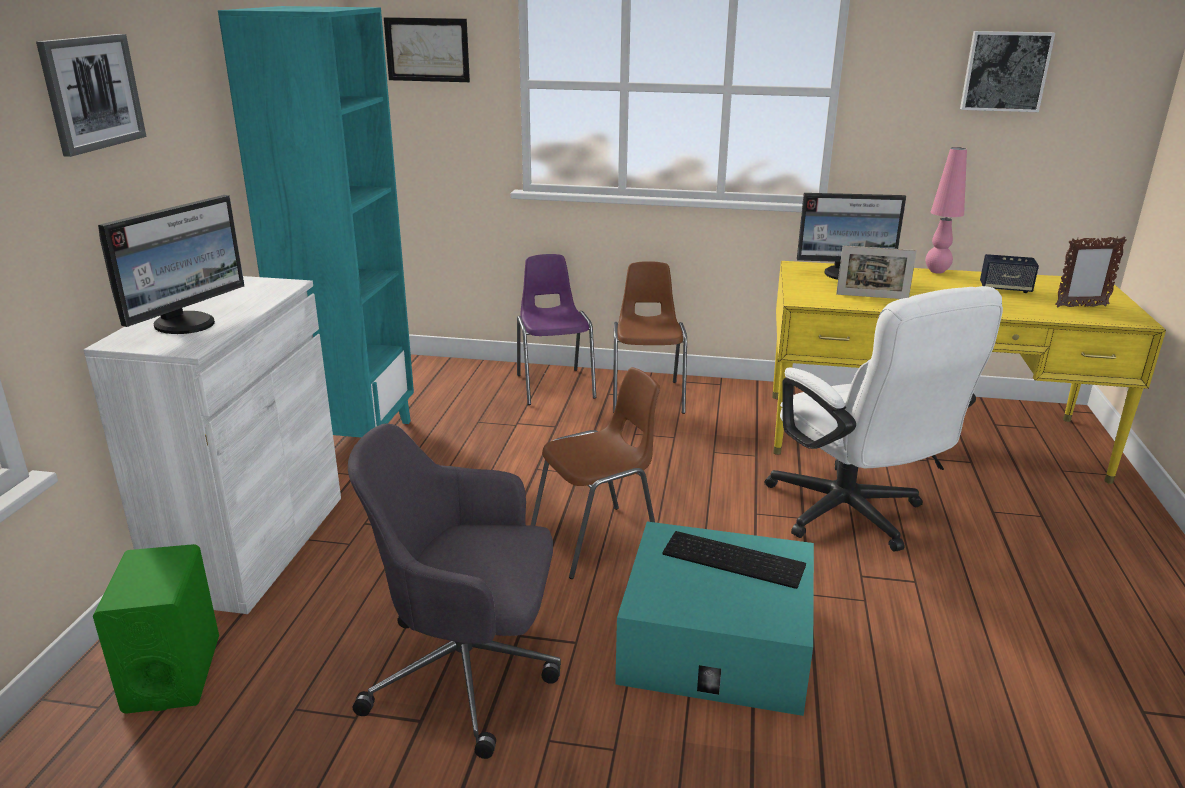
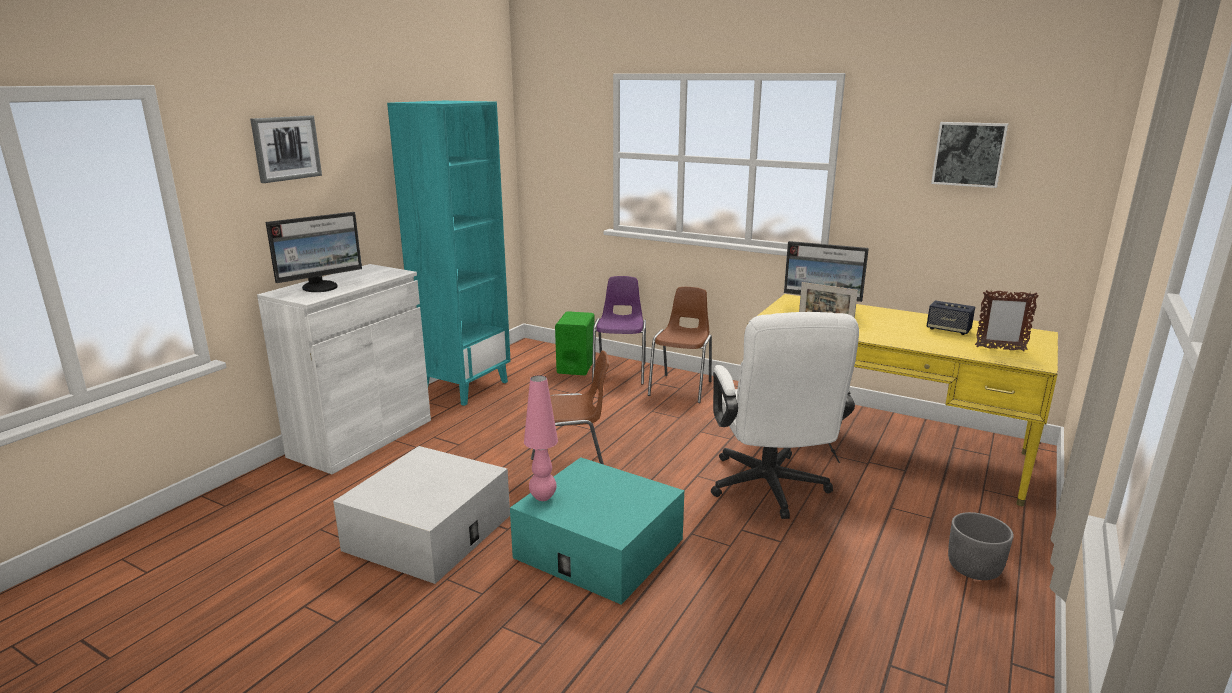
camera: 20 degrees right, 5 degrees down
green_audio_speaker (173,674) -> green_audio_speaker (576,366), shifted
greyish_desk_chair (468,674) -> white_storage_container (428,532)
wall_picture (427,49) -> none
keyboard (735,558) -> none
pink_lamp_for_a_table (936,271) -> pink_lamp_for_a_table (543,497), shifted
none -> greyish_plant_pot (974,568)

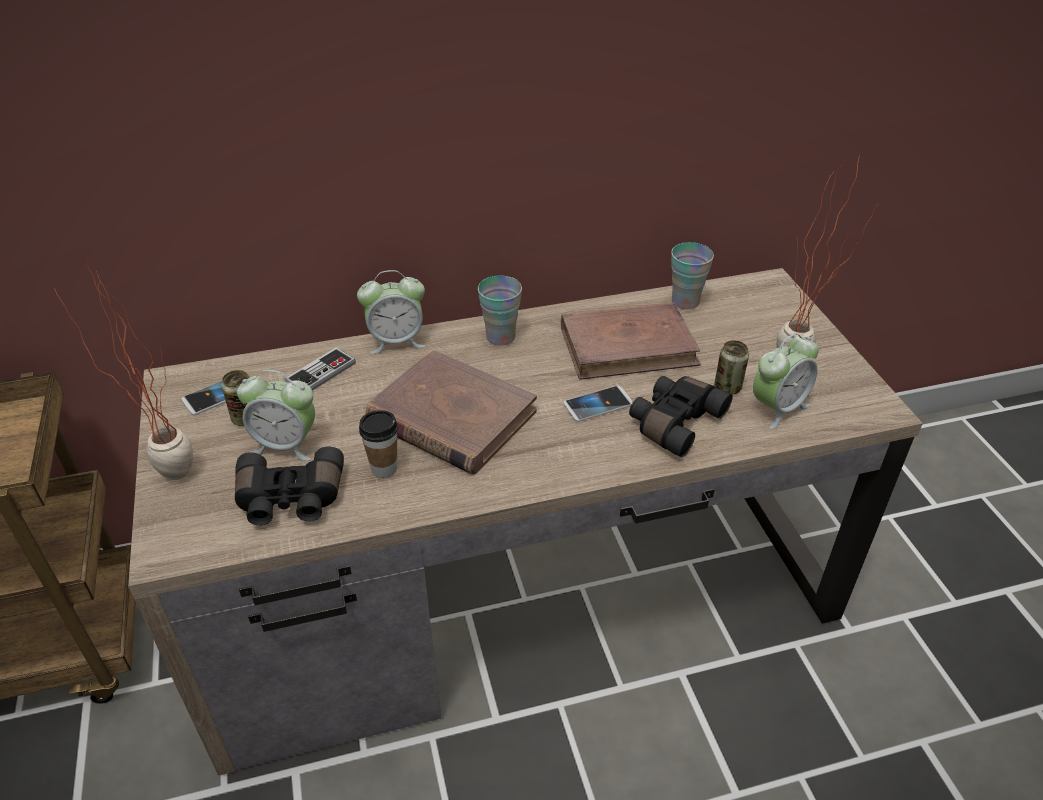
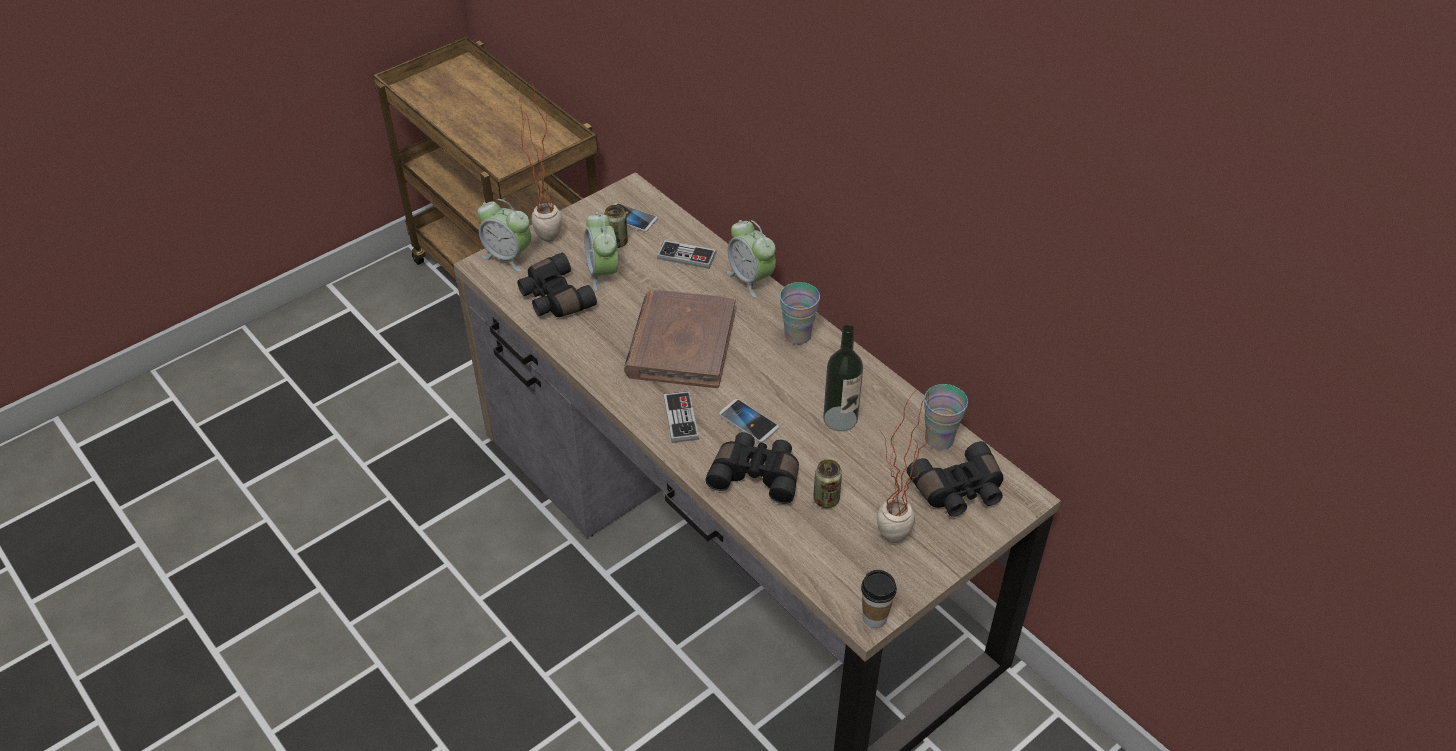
camera: 65 degrees right, 5 degrees up
small_cup (384,468) -> small_cup (874,617), shifted
brown_book (628,346) -> beverage_bottle (840,418)
alarm_clock (777,408) -> alarm_clock (508,257), shifted
none -> gamepad (680,418)
none -> black-coloured_pair_of_binoculars (959,491)

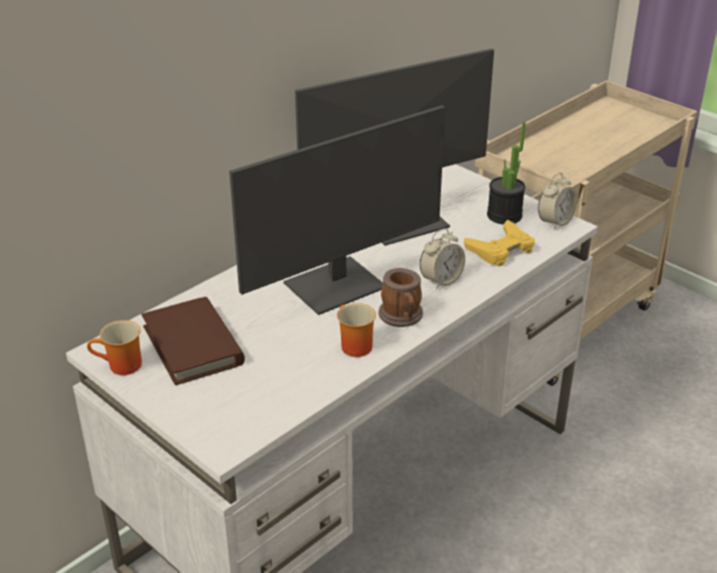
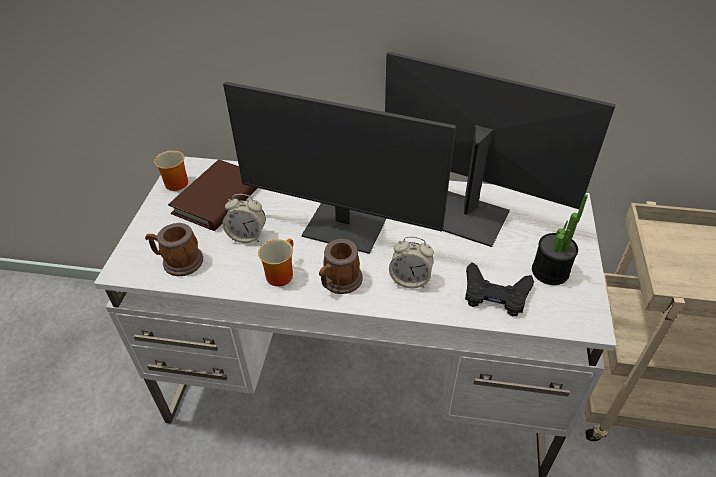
camera: 55 degrees right, 10 degrees up
yellow_gamepad (501,249) -> black-coloured_gamepad (495,294)
alarm_clock (555,222) -> alarm_clock (247,236), shifted
none -> coffee_mug (178,262)

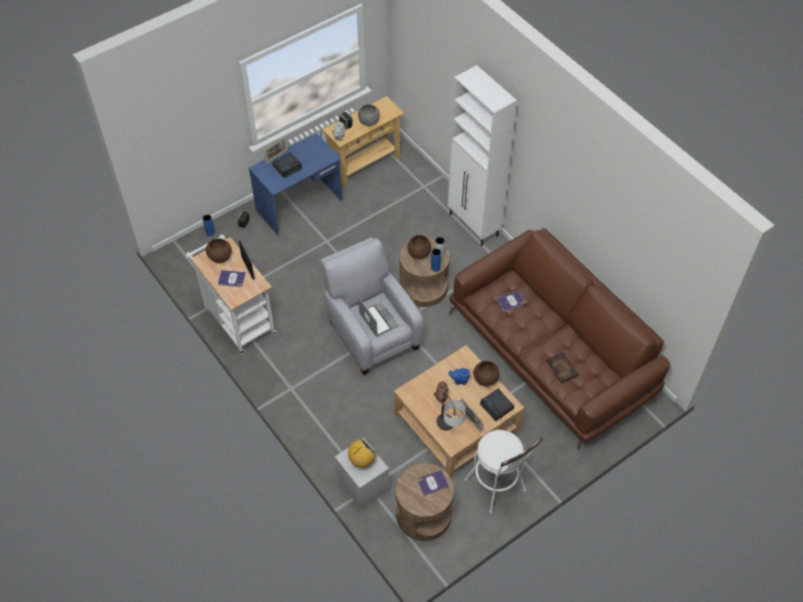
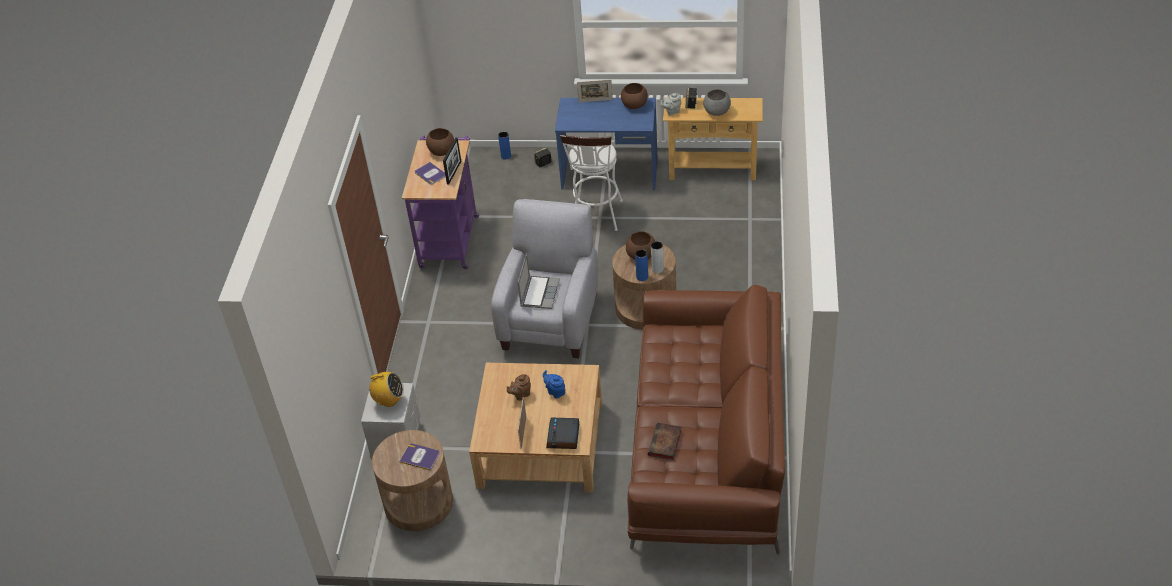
camera: 45 degrees right, 10 degrees down
white_cart (237,318) -> purplish_cart (449,238)
alarm_clock (287,167) -> none
lamp_for_a_table (449,429) -> none
white_storage_cabinet (474,225) -> none
white_stool_seat (498,488) -> white_stool_seat (596,218), shifted
brown_bowl (485,379) -> brown_bowl (634,106), shifted
book (510,301) -> none

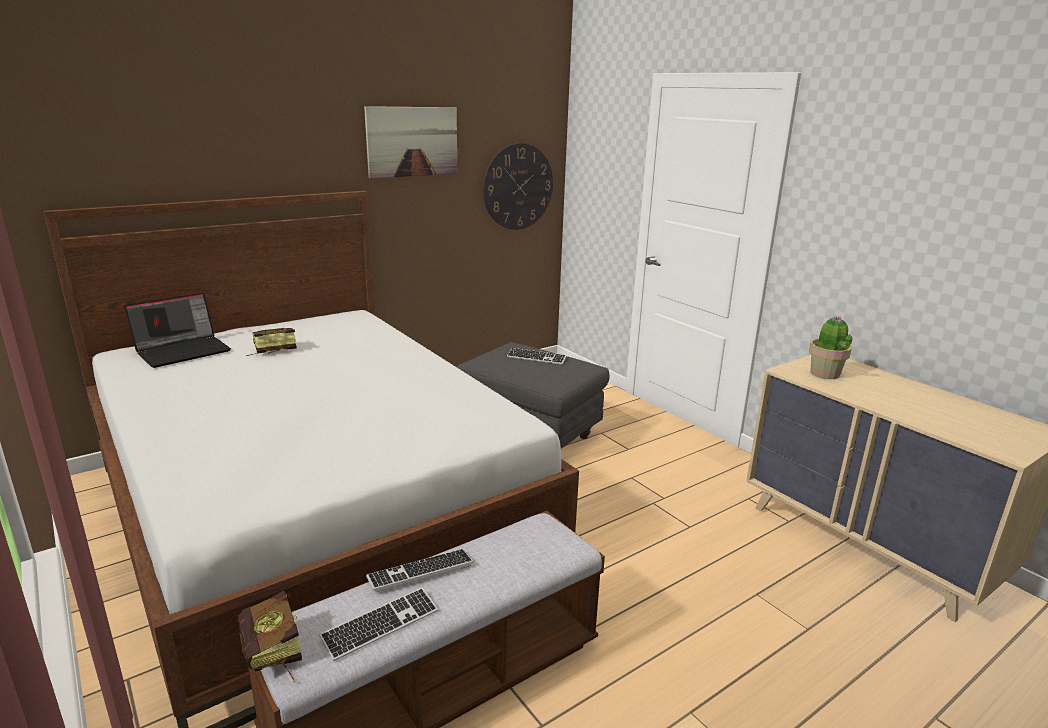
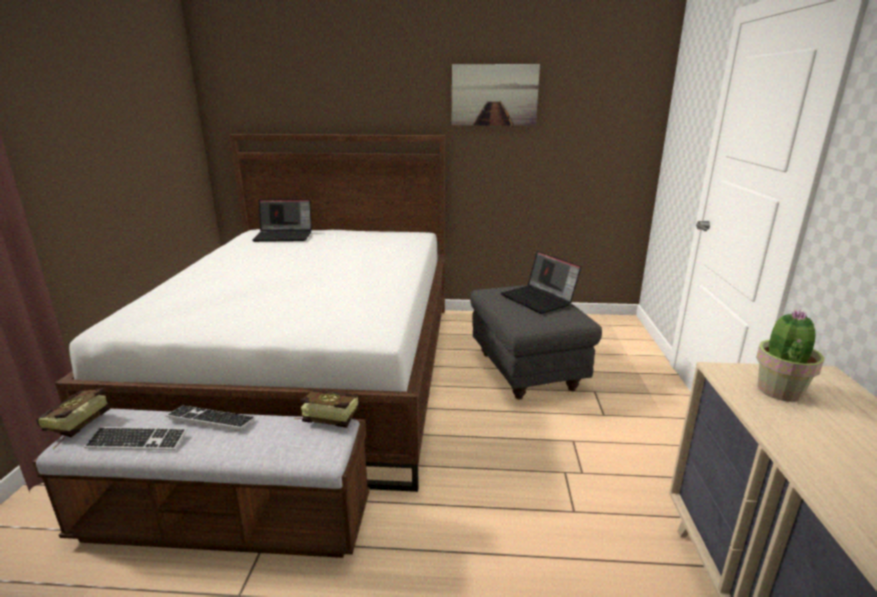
camera: 40 degrees right, 0 degrees up
book (270,350) -> book (325,418), shifted
hanging_clock (518,187) -> none
keyboard (536,358) -> laptop (539,299)

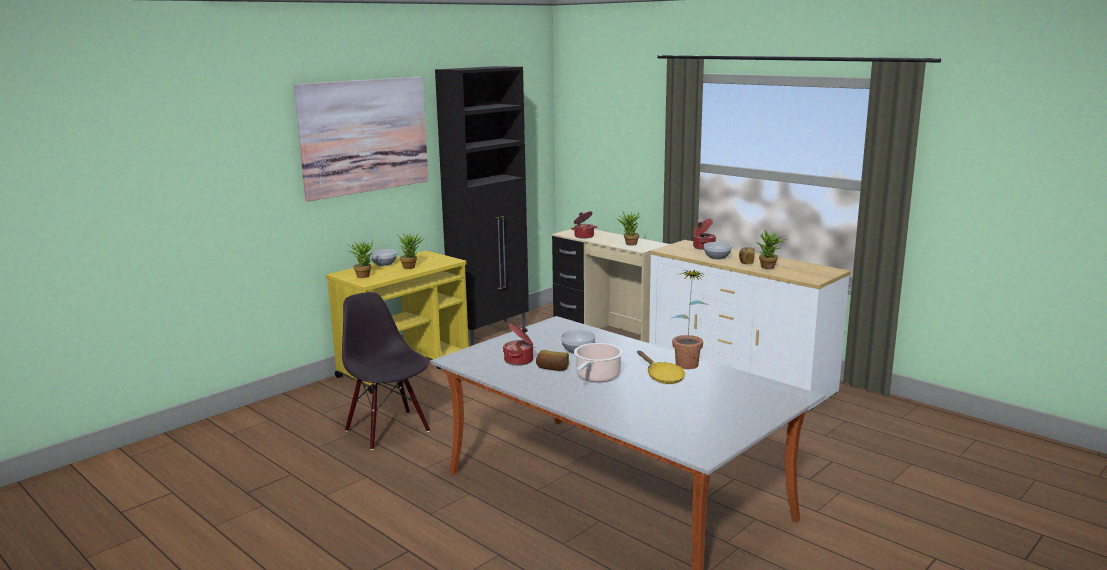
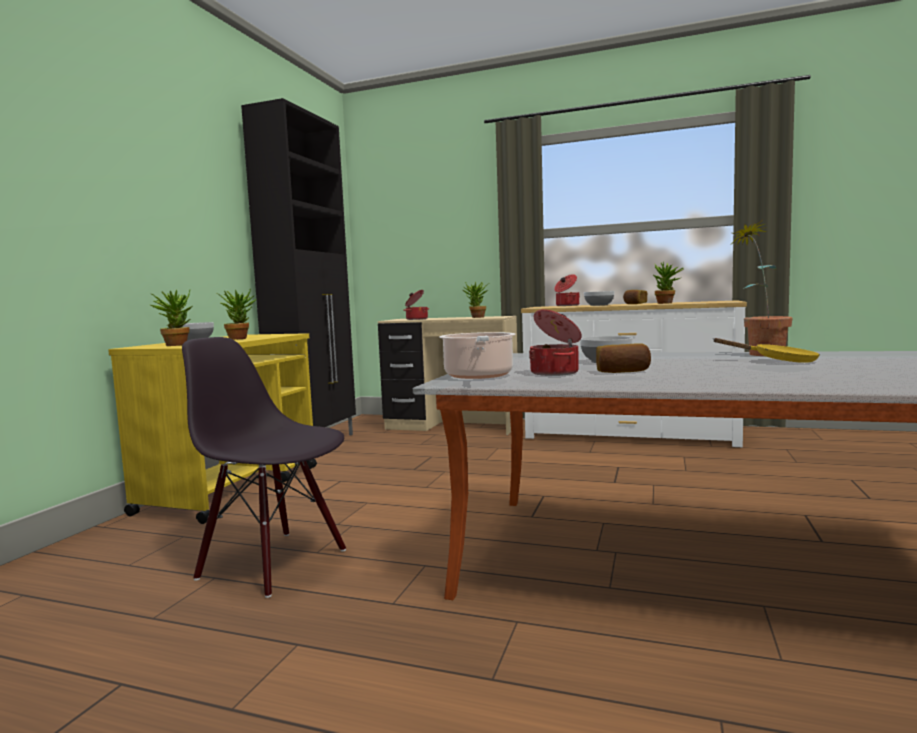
camera: 25 degrees left, 10 degrees down
wall_picture (364,136) -> none
stockpot (597,377) -> stockpot (479,376), shifted

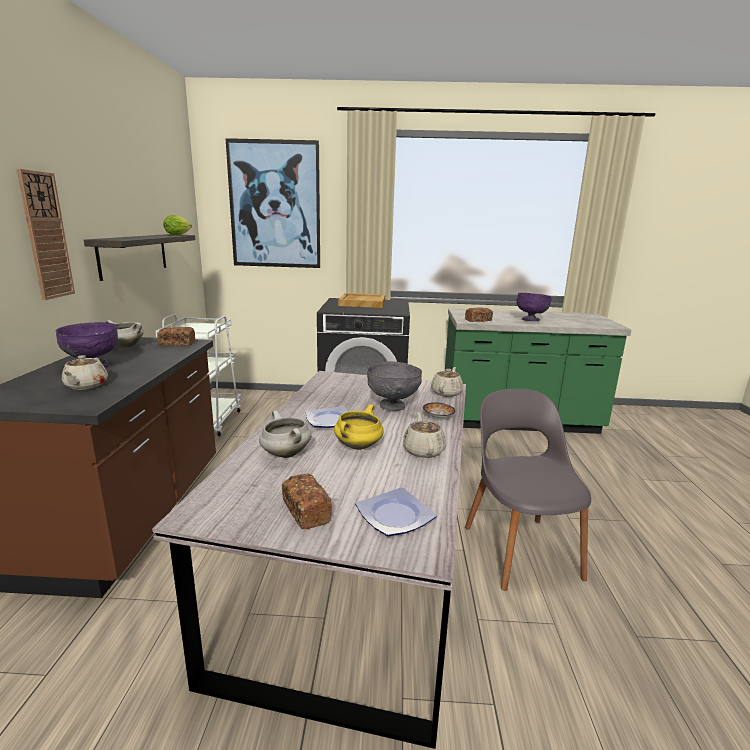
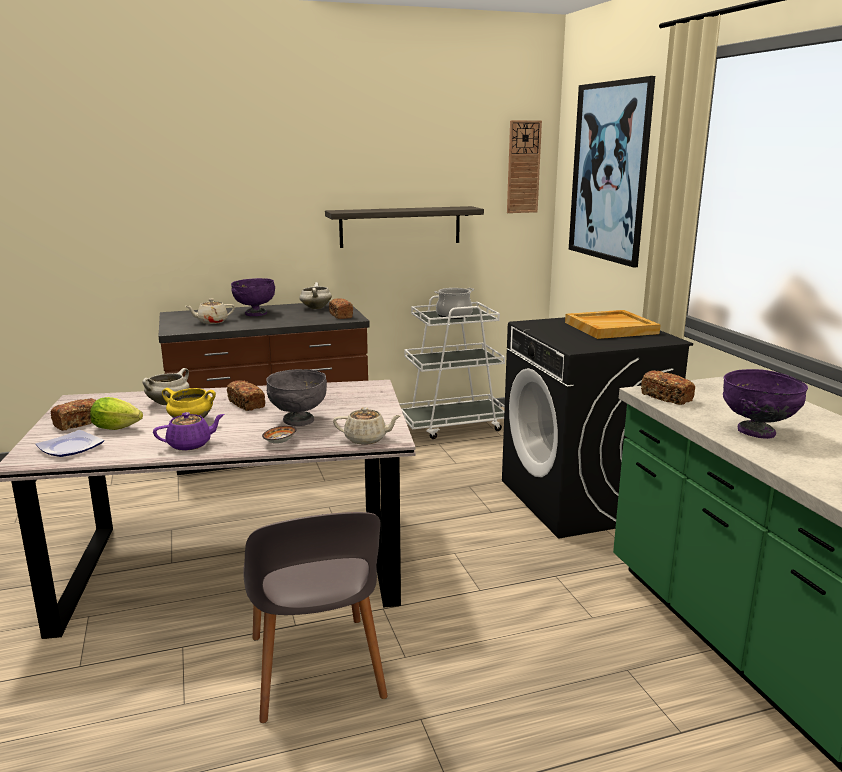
camera: 70 degrees right, 0 degrees up
hanging_clock (46,236) -> hanging_clock (523,167), shifted
lettuce (179,234) -> lettuce (119,428), shifted
plate (330,420) -> bakery_bread (246,404)
beige_teapot (423,450) -> purplish_teapot (190,444)
greyish_plain_chair (520,549) -> greyish_plain_chair (315,670), 105 degrees clockwise
none -> stockpot (454,315)

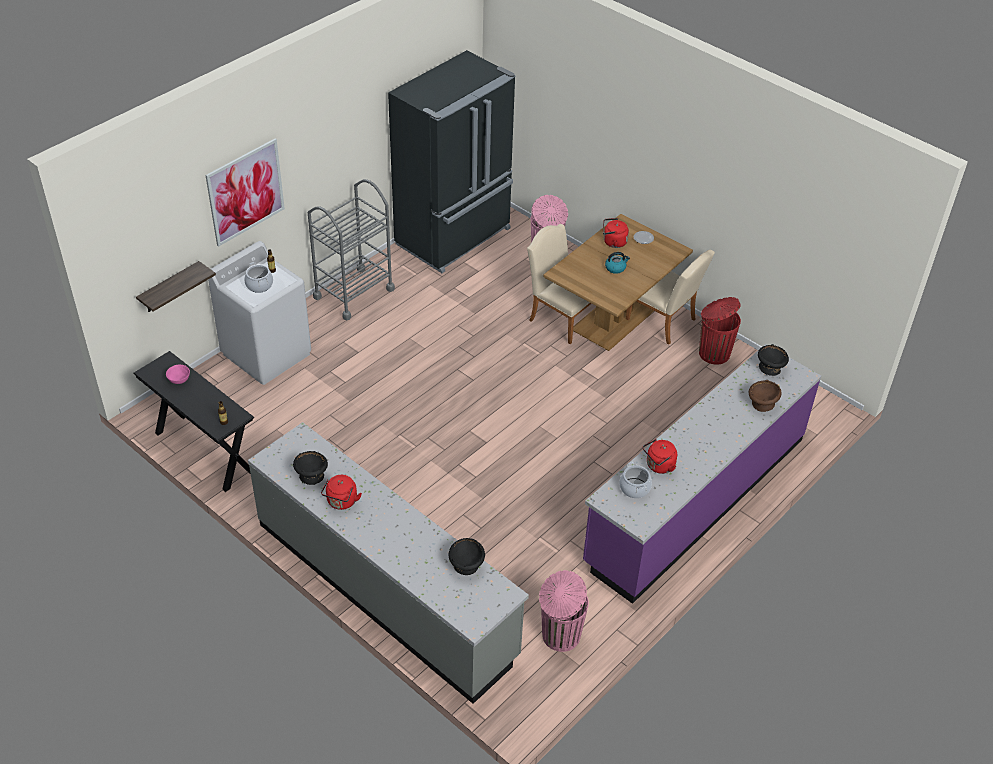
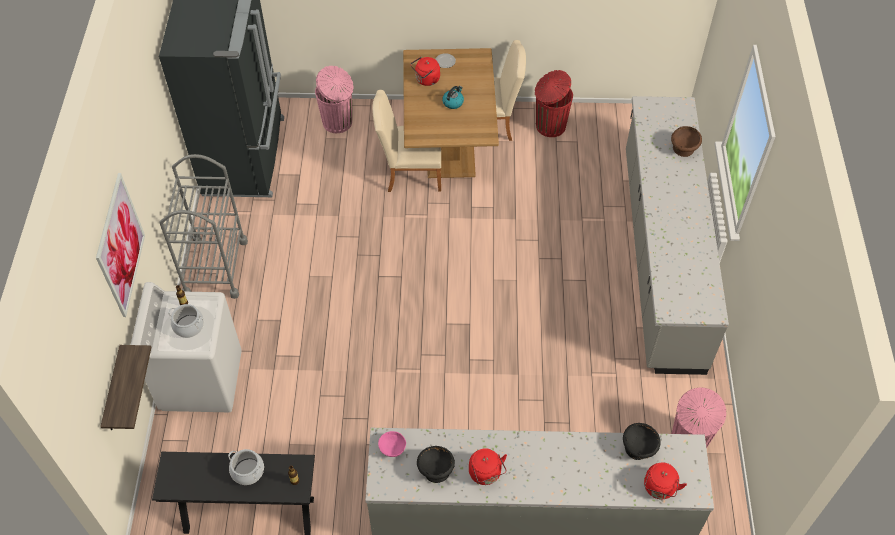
camera: 40 degrees left, 10 degrees up
pink_bowl (179,380) -> pink_bowl (392,449), shifted
purplish_counter (695,499) -> greyish_counter (660,257)
stockpot (634,488) -> stockpot (248,471), shifted
red_kettle (659,466) -> red_kettle (659,488), shifted
black-coloured_bowl (770,368) -> none

